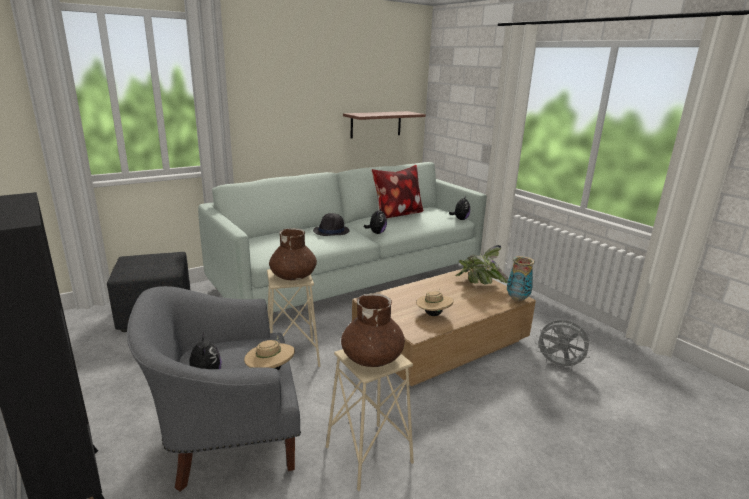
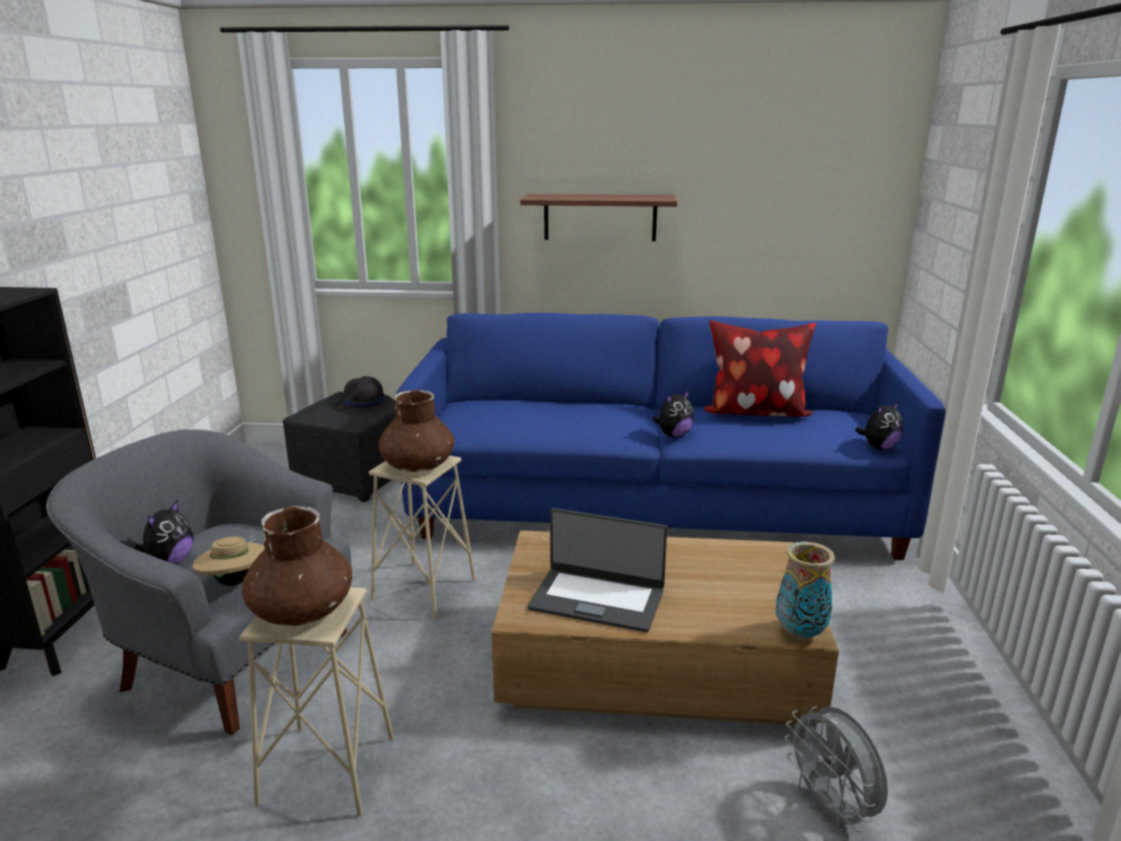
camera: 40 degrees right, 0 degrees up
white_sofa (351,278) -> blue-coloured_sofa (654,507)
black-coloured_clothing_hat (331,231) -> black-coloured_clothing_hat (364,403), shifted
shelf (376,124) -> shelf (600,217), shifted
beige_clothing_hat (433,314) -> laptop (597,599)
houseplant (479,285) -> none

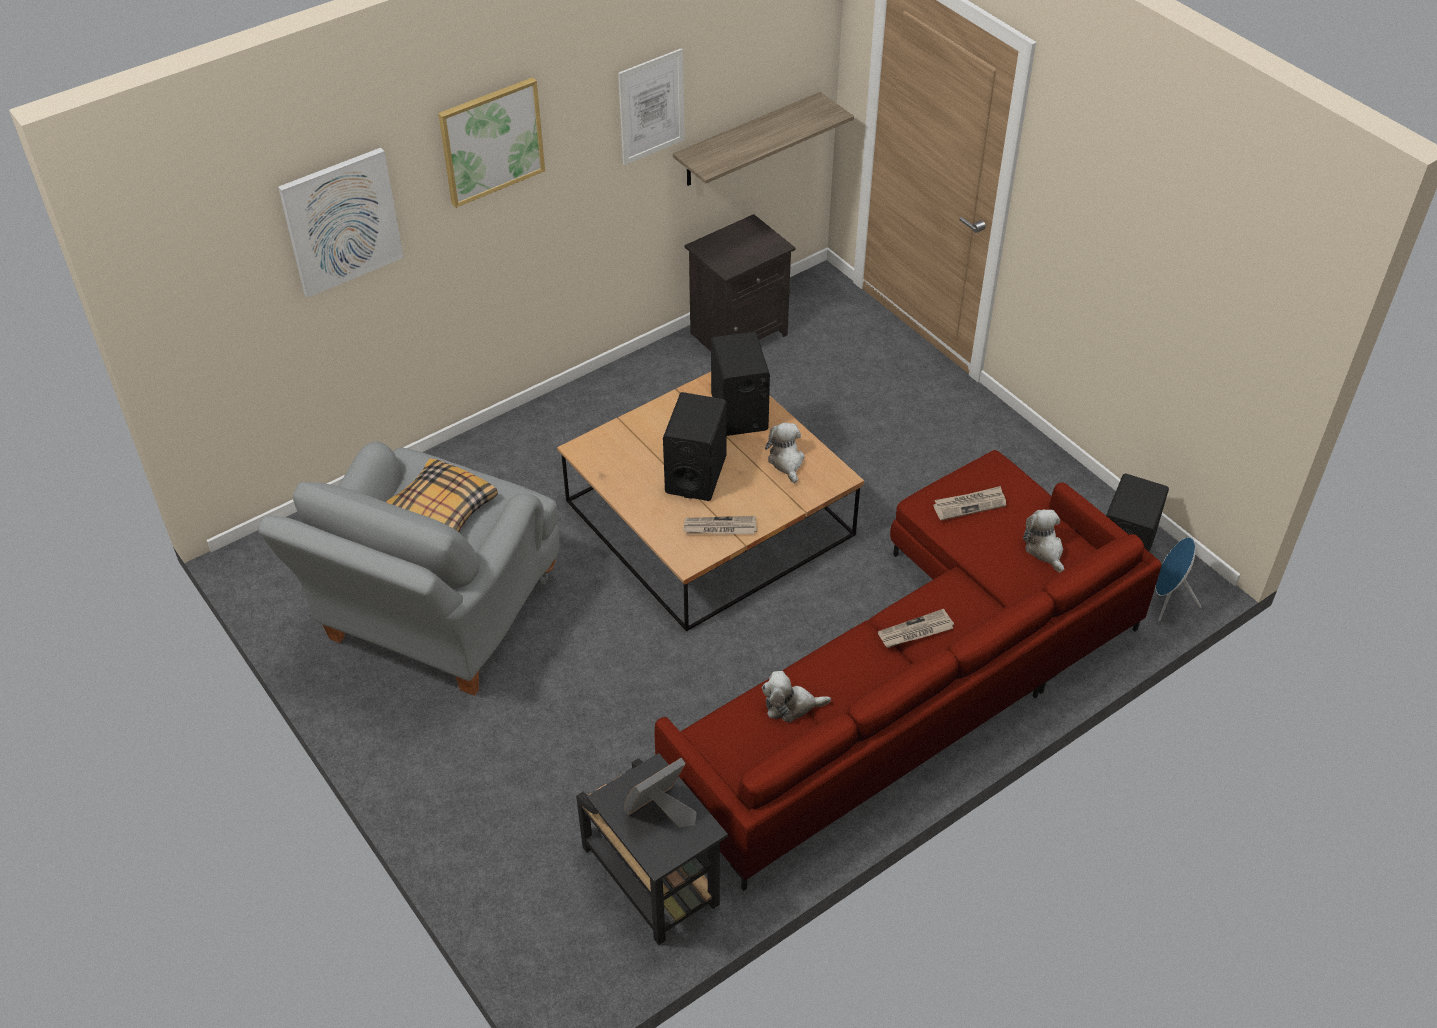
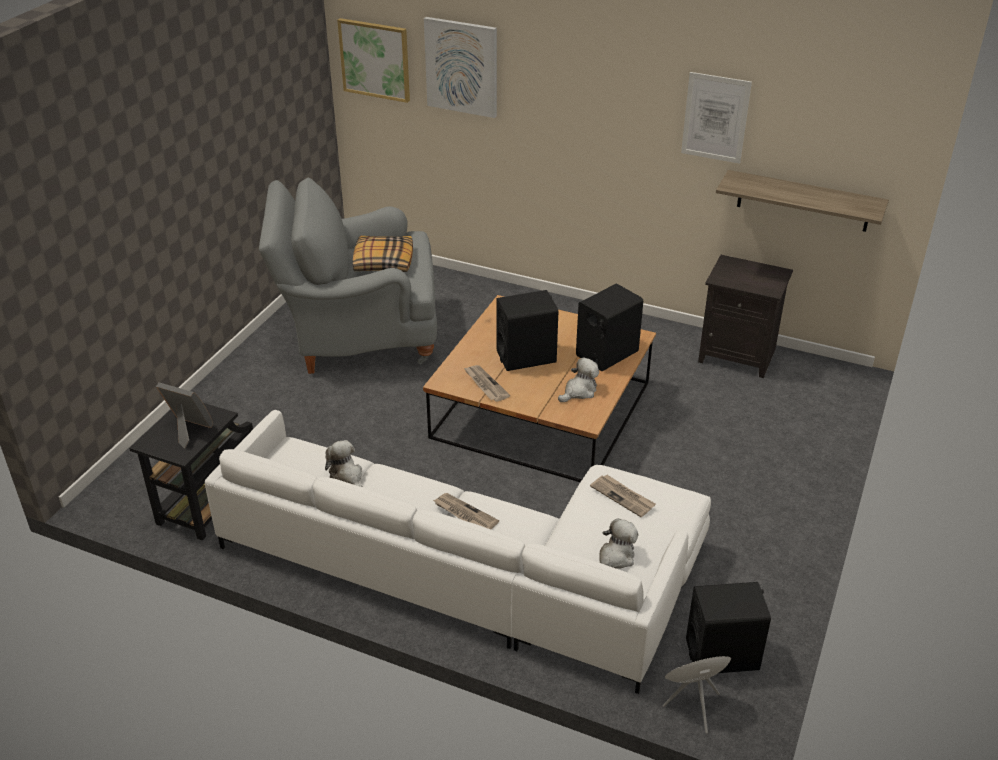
camera: 60 degrees right, 10 degrees down
wall_picture (491,141) -> wall_picture (375,59), shifted
red_sofa (917,679) -> white_sofa (473,570)

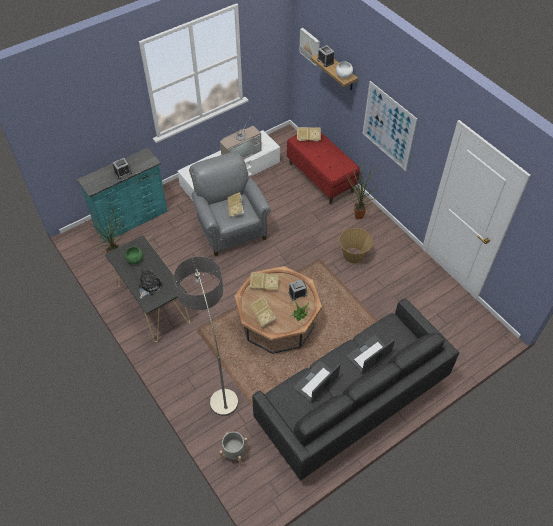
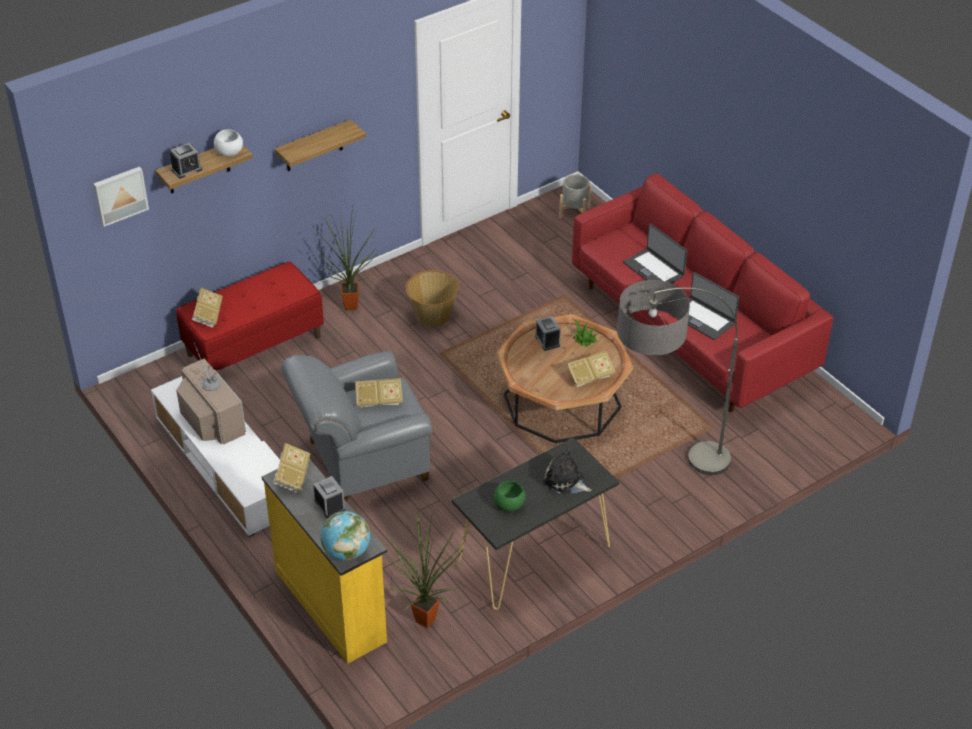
camera: 90 degrees left, 10 degrees down
turquoise_dresser (132,220) -> yellow_dresser (331,604)
greyish_plant_pot (234,454) -> greyish_plant_pot (575,212), shifted
book (264,285) -> book (292,476), shifted
black-coloured_sofa (350,401) -> red_sofa (690,332)
wall_picture (388,126) -> shelf (314,146)
none -> globe (346,552)

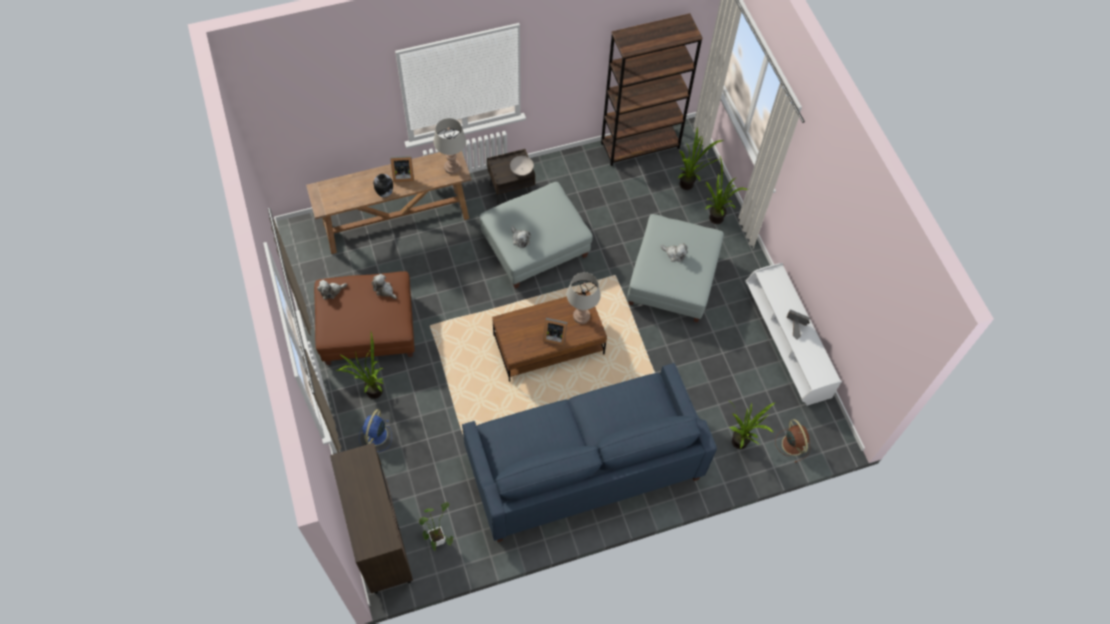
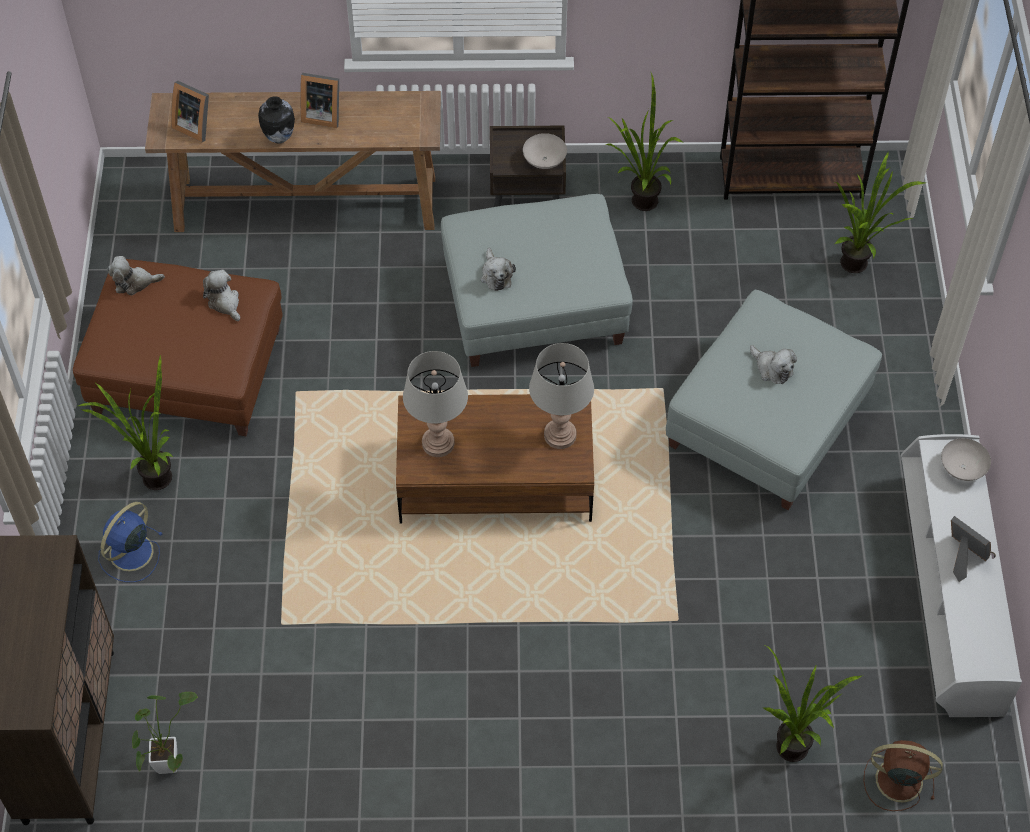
camera: 20 degrees right, 5 degrees down
greyish_lamp_for_a_table (452,167) -> greyish_lamp_for_a_table (438,443), shifted
blue-coloured_sofa (583,465) -> none
picture_frame (554,336) -> picture_frame (195,125), shifted
houseplant (713,220) -> houseplant (638,204), shifted
brown_fan (792,443) -> brown_fan (896,780), 75 degrees counterclockwise
none -> white_bowl (961,469)

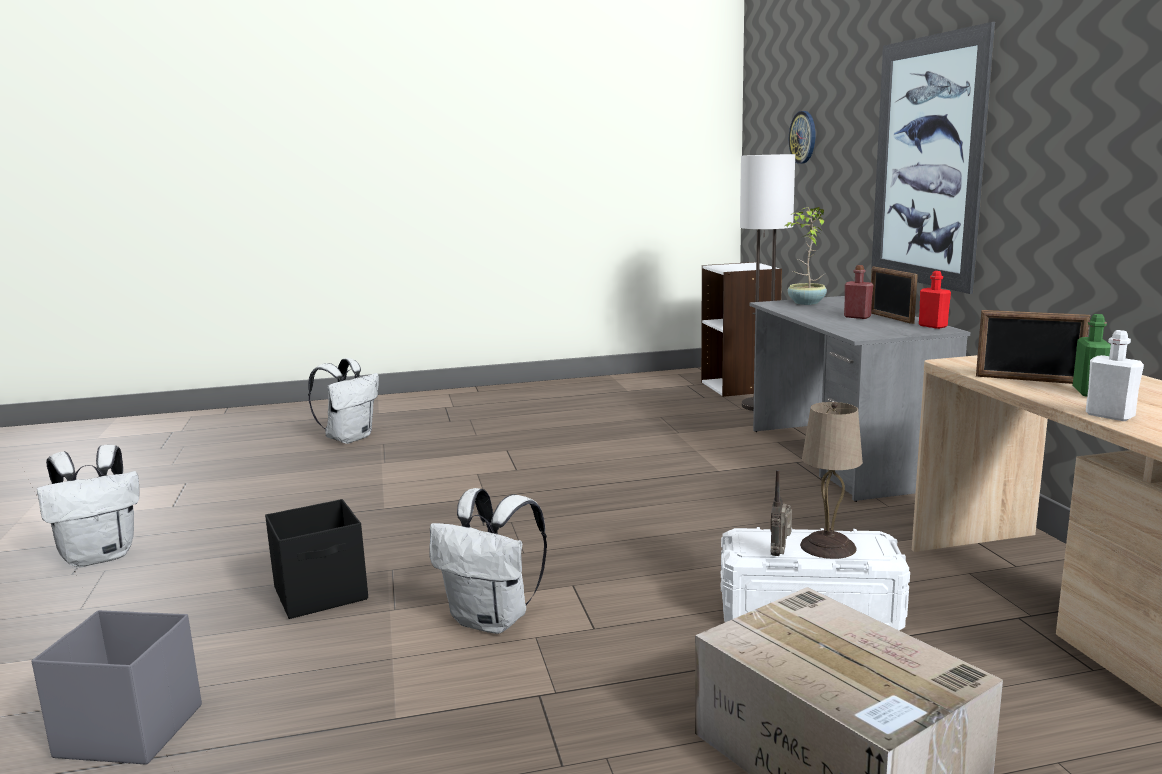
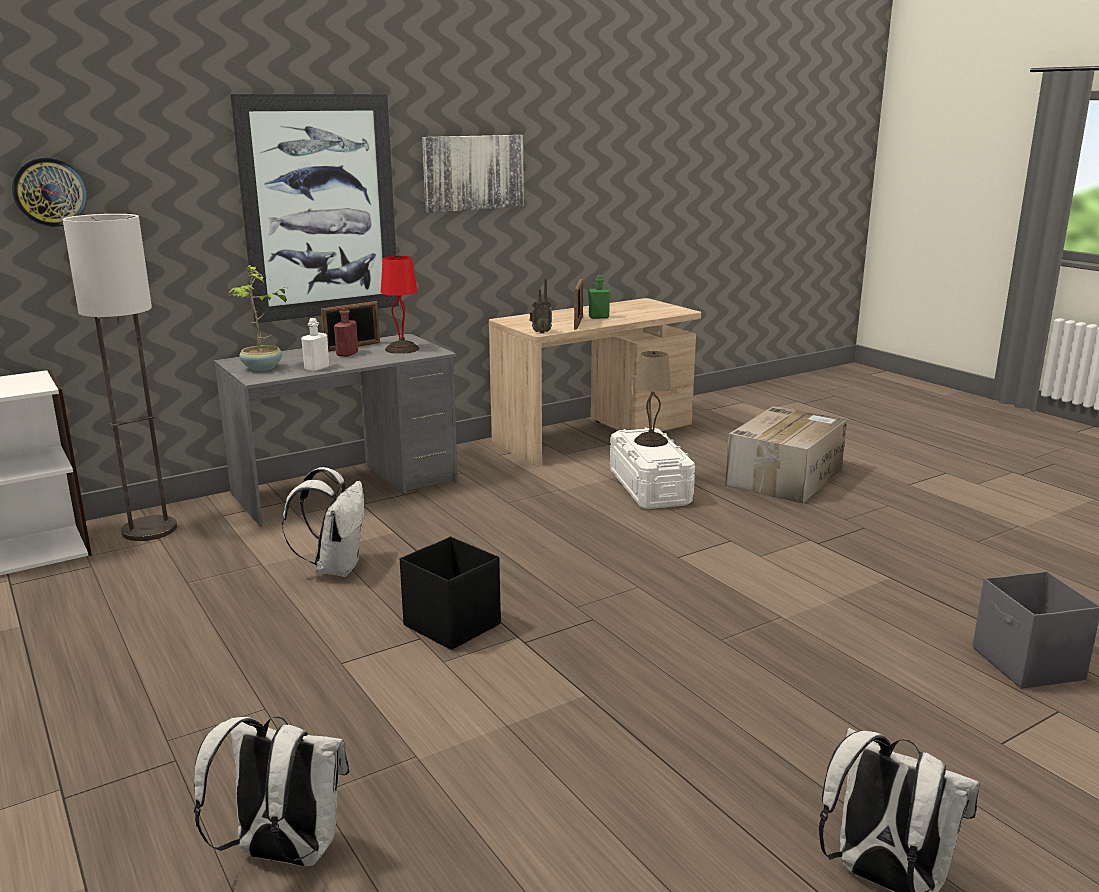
camera: 110 degrees left, 5 degrees up
black-coloured_storage_container (322,594) -> black-coloured_storage_container (451,624), shifted
white_rucksack (493,620) -> white_rucksack (335,568), shifted
radio_set (780,554) -> radio_set (540,332), shifted
red_beverage_bottle (933,326) -> none
white_beverage_bottle (1109,416) -> white_beverage_bottle (317,368), shifted
none -> red_lamp_for_a_table (401,349)
none -> wall_picture (473,172)

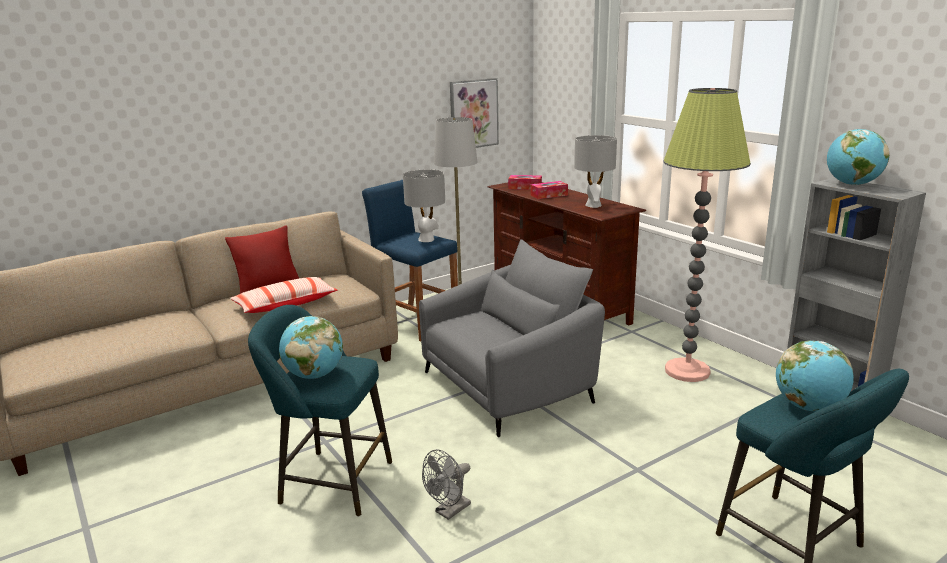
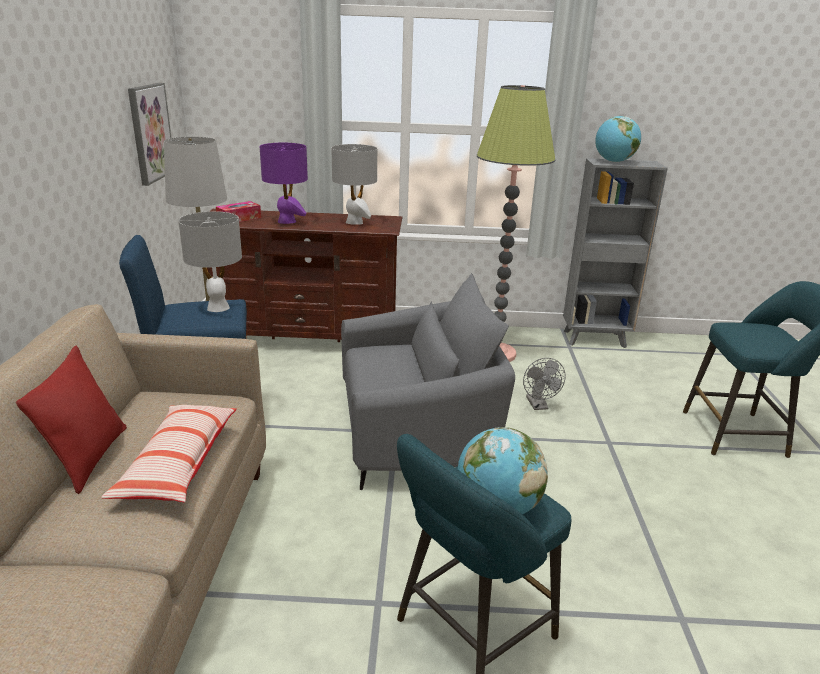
camera: 55 degrees left, 5 degrees up
greyish_easy_chair (508,387) -> greyish_easy_chair (417,434), 75 degrees clockwise
greyish_fan (449,511) -> greyish_fan (538,405), shifted
tissue_holder (549,195) -> purplish_lamp_for_a_table (287,221)
globe (809,407) -> none

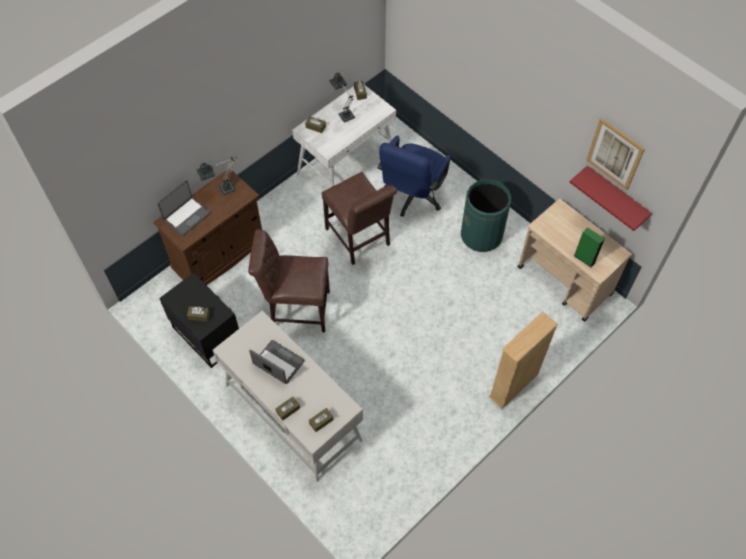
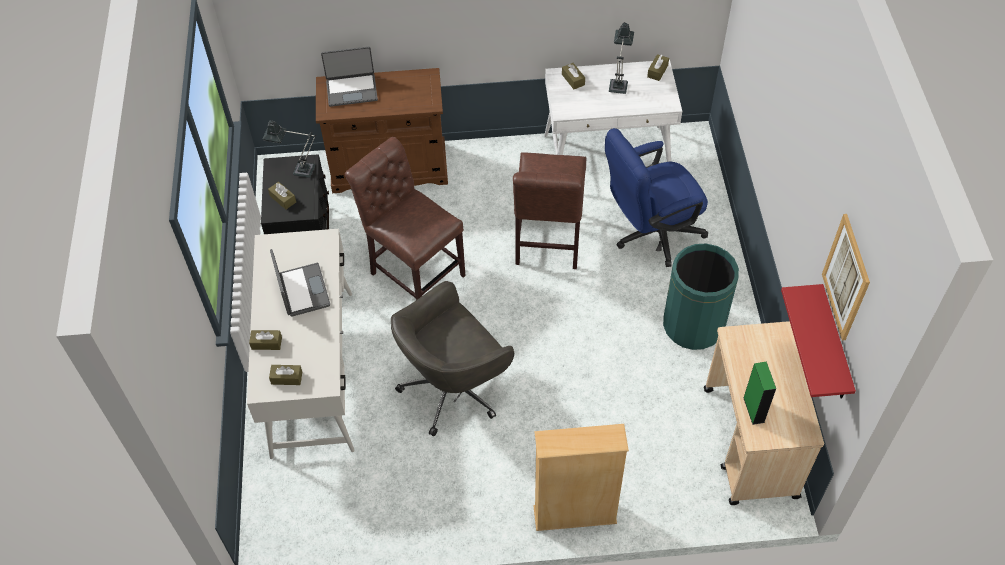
camera: 40 degrees right, 5 degrees down
lamp_for_a_table (223,190) -> lamp_for_a_table (299,169), shifted
none -> greyish_desk_chair (454,388)

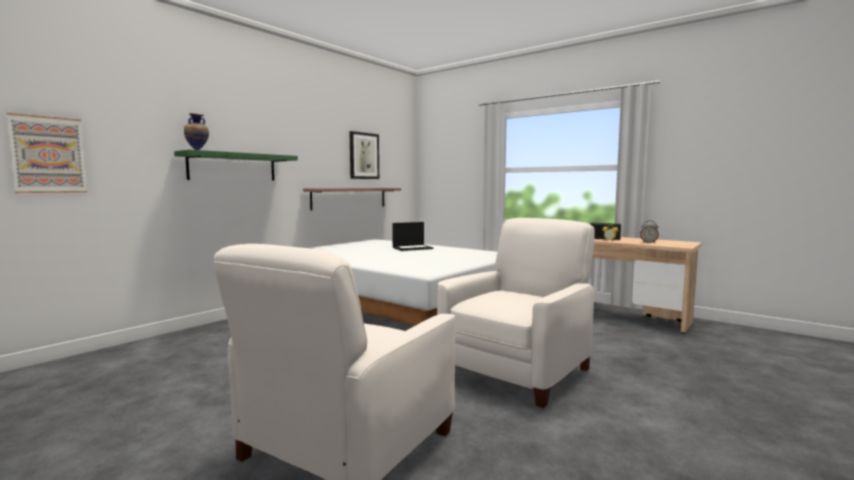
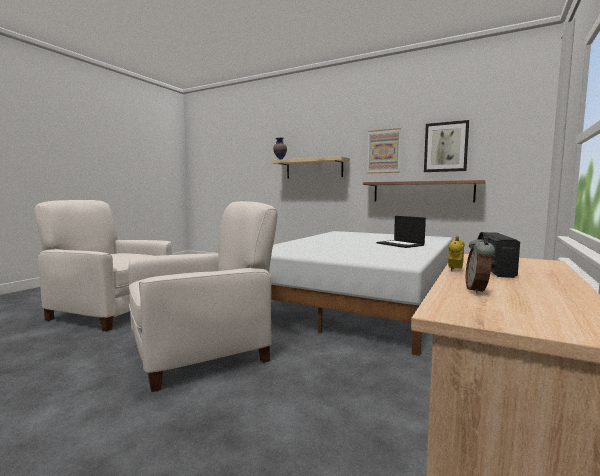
camera: 80 degrees right, 0 degrees up
wall_picture (48,155) -> wall_picture (383,151), shifted
green_shelf (233,167) -> beige_shelf (314,168)
white_easy_chair (517,370) -> white_easy_chair (201,351), 60 degrees counterclockwise

